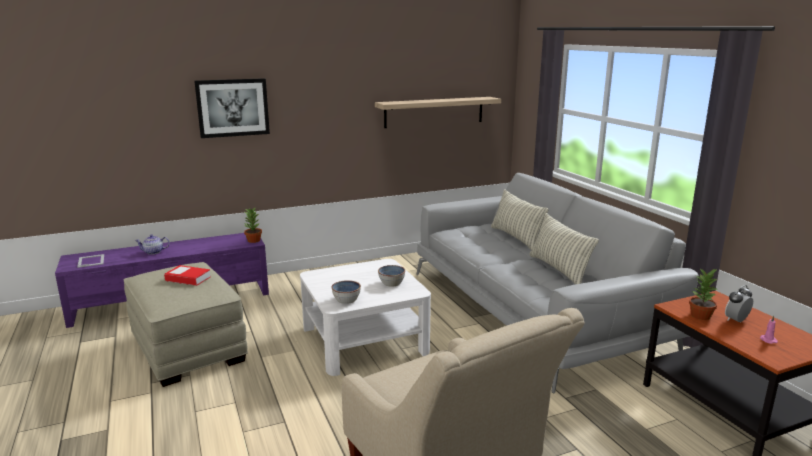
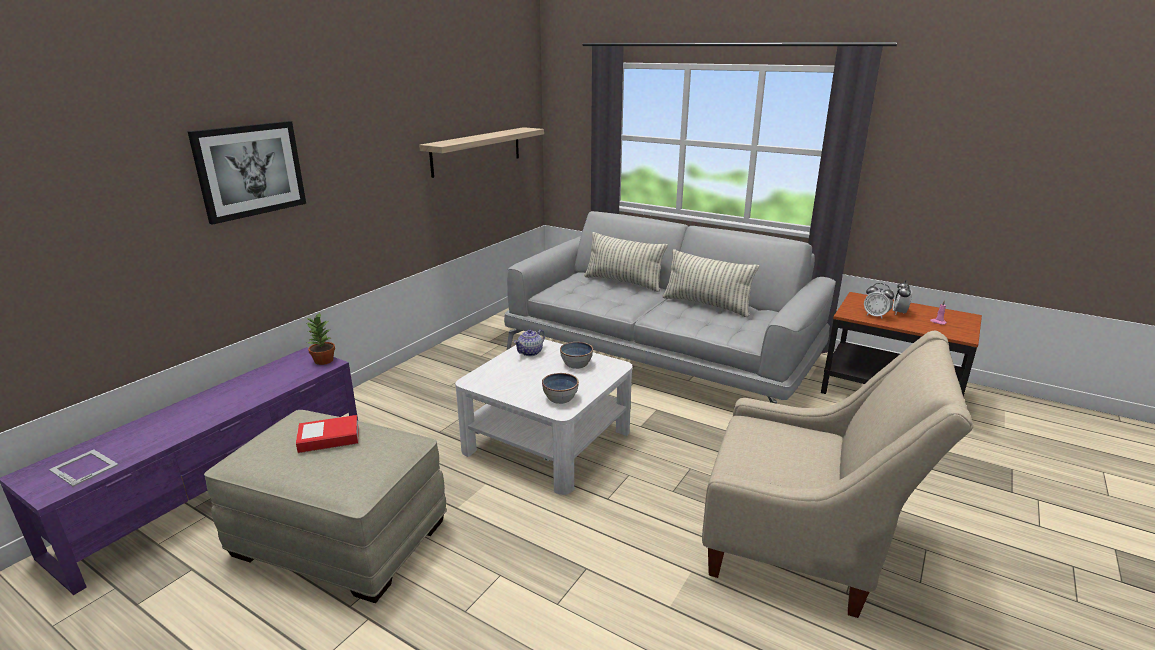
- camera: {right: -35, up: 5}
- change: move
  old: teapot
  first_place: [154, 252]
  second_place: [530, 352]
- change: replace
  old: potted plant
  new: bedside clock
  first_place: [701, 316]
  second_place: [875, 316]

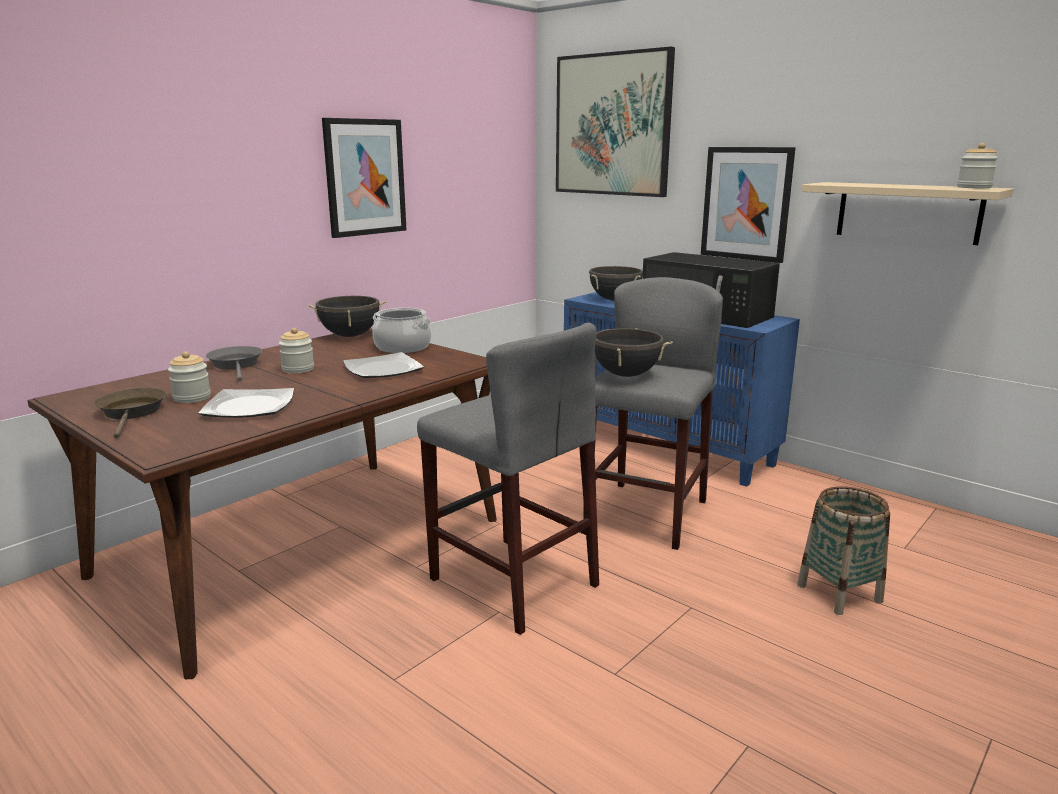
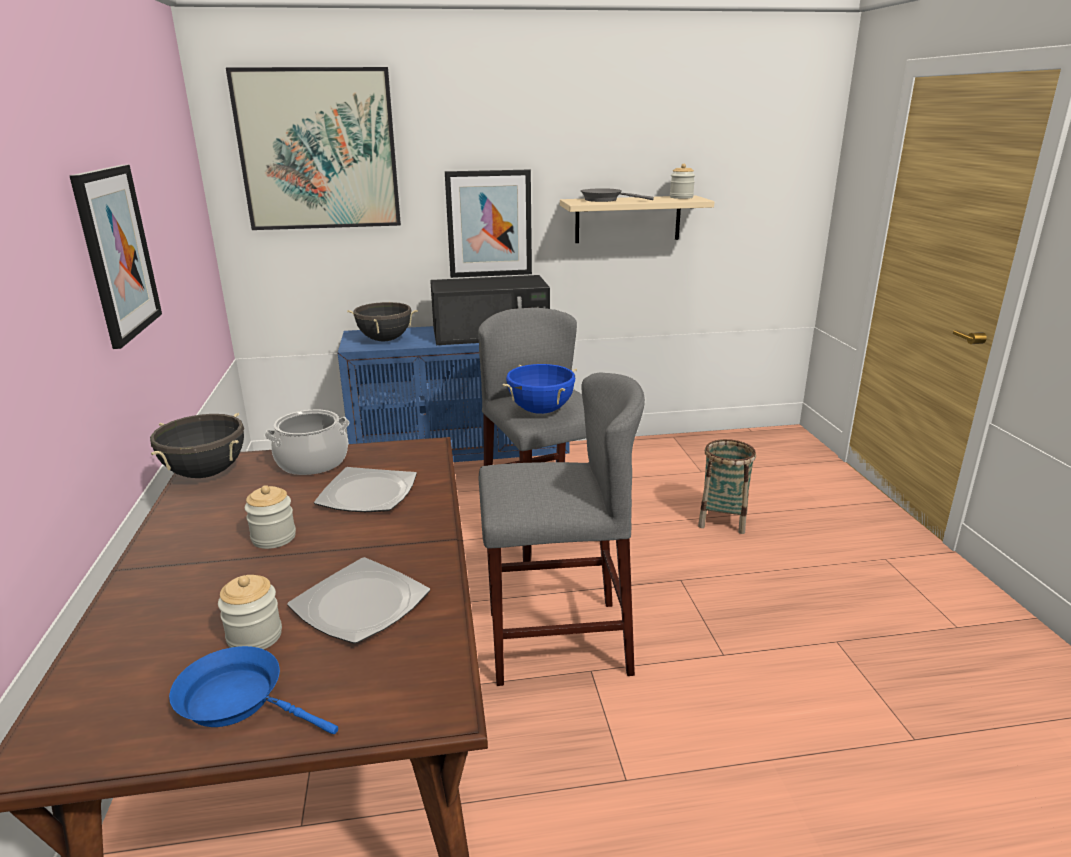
- camera: {right: -50, up: 5}
- change: move
  old: gray skillet
  first_place: [236, 365]
  second_place: [605, 200]
- change: recolor
  old: brown-coloured skillet
  new: bluish skillet
  first_place: [132, 413]
  second_place: [238, 700]
- change: recolor
  old: blackish saucepot
  new: bluish saucepot
  first_place: [626, 375]
  second_place: [541, 411]

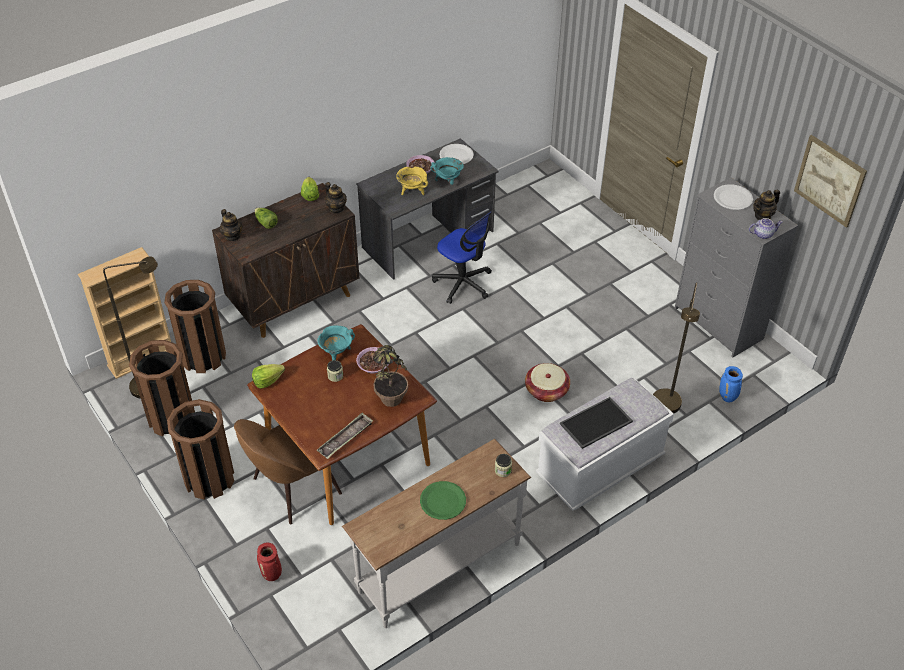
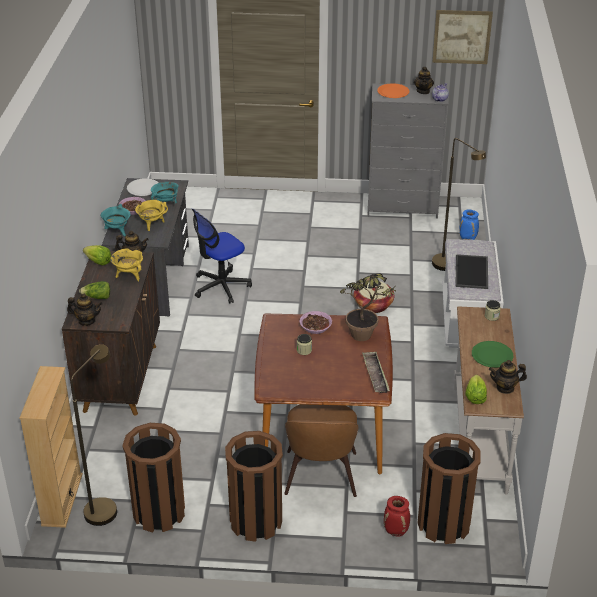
- camera: {right: -50, up: -10}
- change: insert
  new: yellowish saucepot
  second_place: [129, 276]
- change: insert
  new: teapot
  second_place: [505, 388]
- change: move
  old: brown-coloured rubbish bin
  first_place: [203, 356]
  second_place: [444, 524]
- change: move
  old: lettuce head
  first_place: [267, 381]
  second_place: [475, 397]
- change: move
  old: blue-green saucepot
  first_place: [336, 354]
  second_place: [117, 231]
- change: recolor
  old: whitish plate
  new: orange-coloured plate
  first_place: [733, 198]
  second_place: [393, 92]
- change: rotate
  old: office chair
  first_place: [463, 283]
  second_place: [221, 286]
  degrees: 150

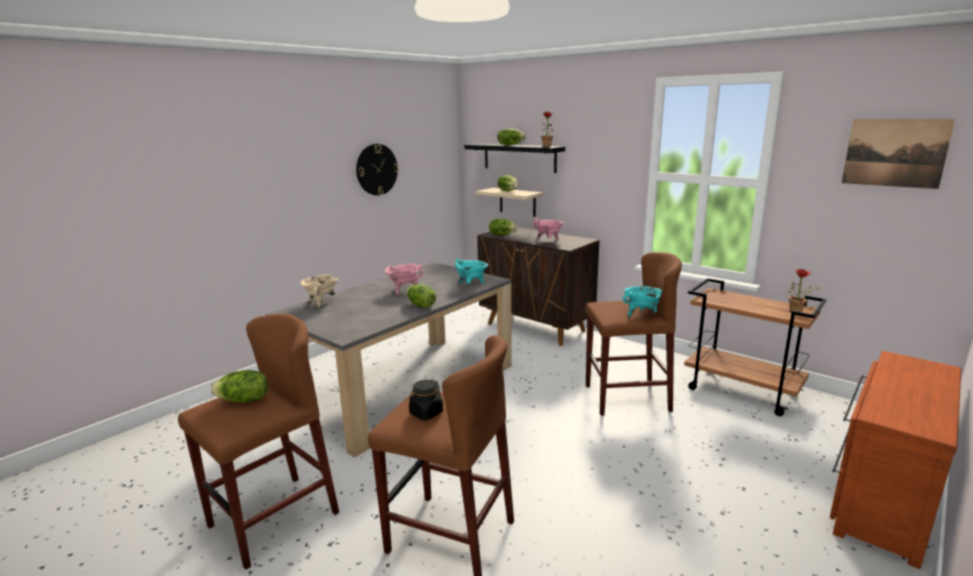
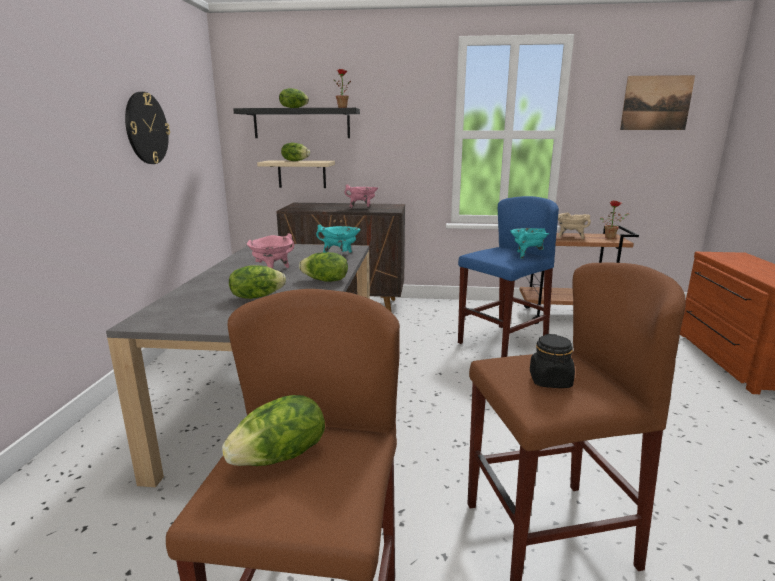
- camera: {right: -35, up: 0}
- change: move
  old: sand-coloured saucepot
  first_place: [321, 303]
  second_place: [570, 237]
- change: move
  old: lettuce head
  first_place: [501, 234]
  second_place: [256, 296]
- change: recolor
  old: brown-coloured stool seat
  new: bluish stool seat
  first_place: [626, 398]
  second_place: [502, 343]

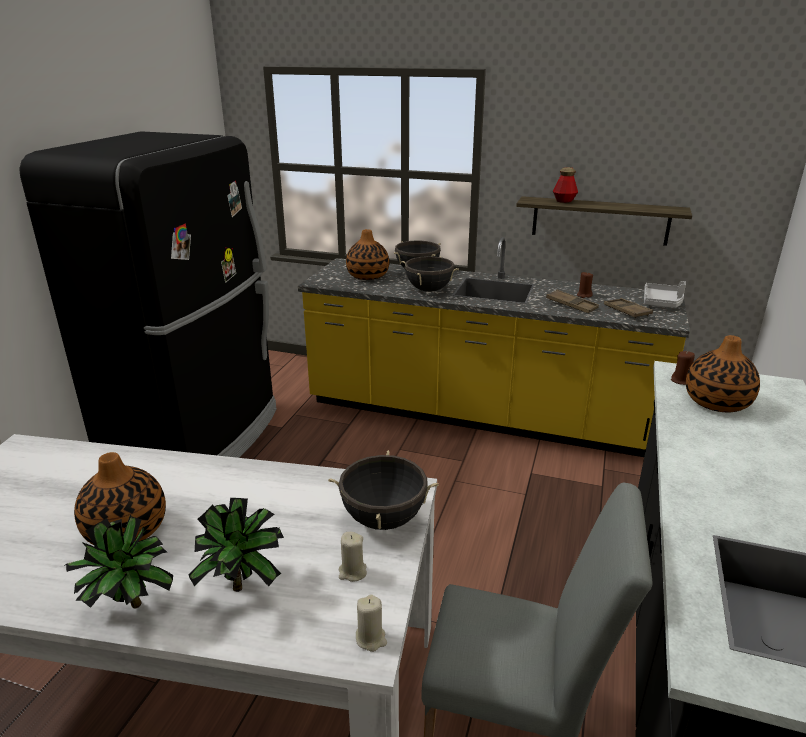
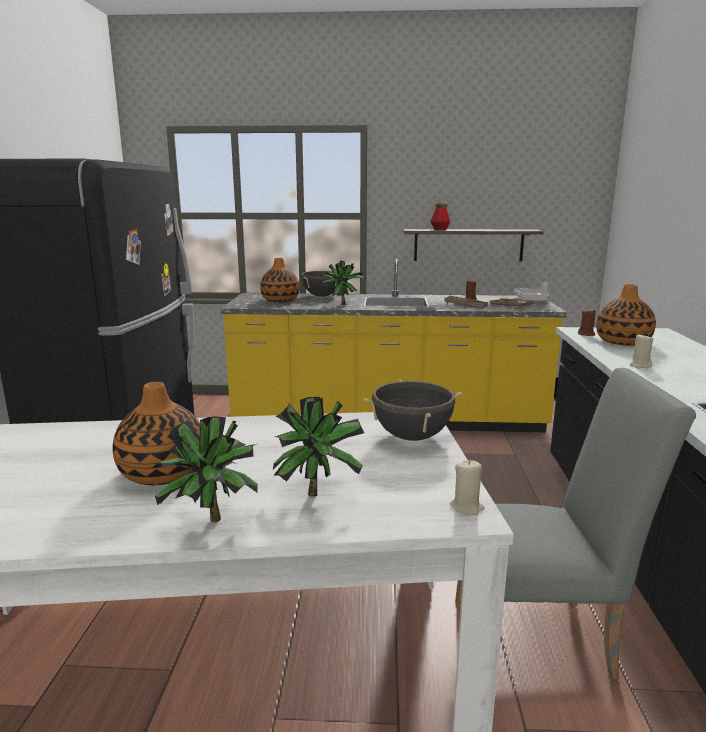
- camera: {right: -15, up: -10}
- change: move
  old: sand-coloured wax candle
  first_place: [352, 572]
  second_place: [640, 366]
- change: replace
  old: blackish saucepot
  new: potted plant
  first_place: [428, 290]
  second_place: [341, 304]

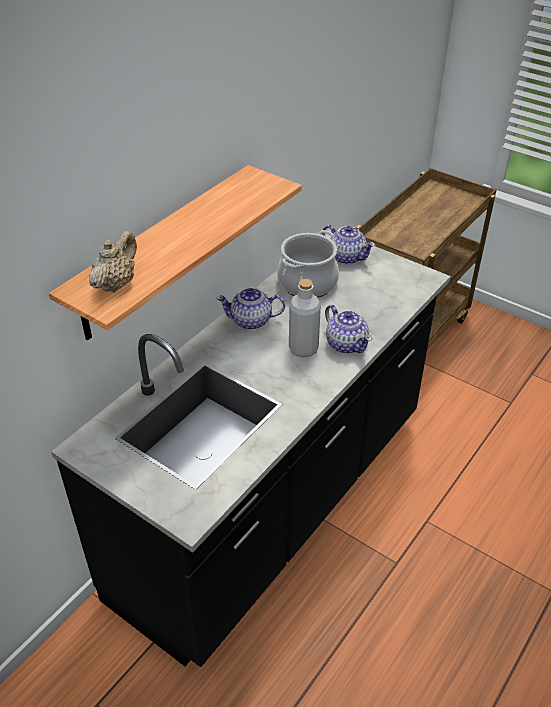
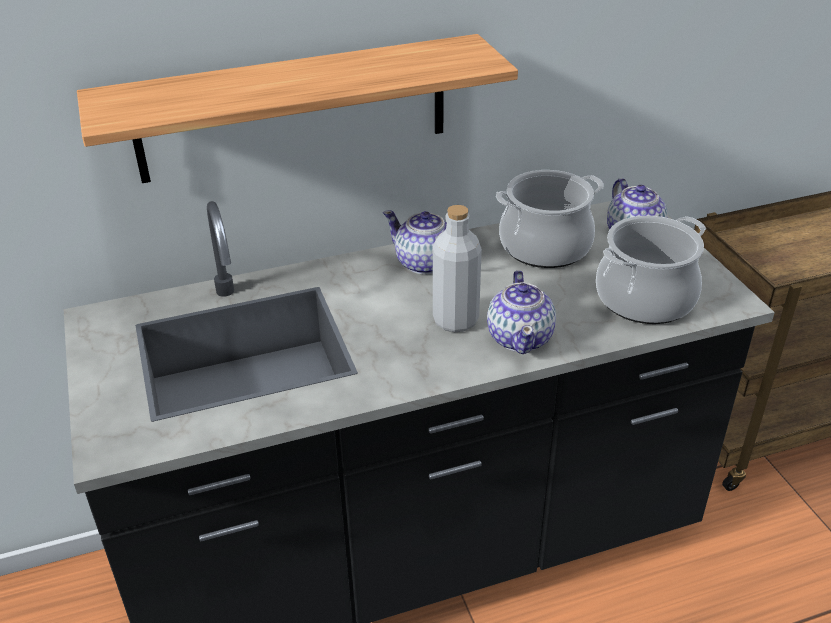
- camera: {right: 35, up: -5}
- change: delete
  old: sand-coloured teapot
  first_place: [116, 284]
- change: insert
  new: saucepot
  second_place: [645, 299]

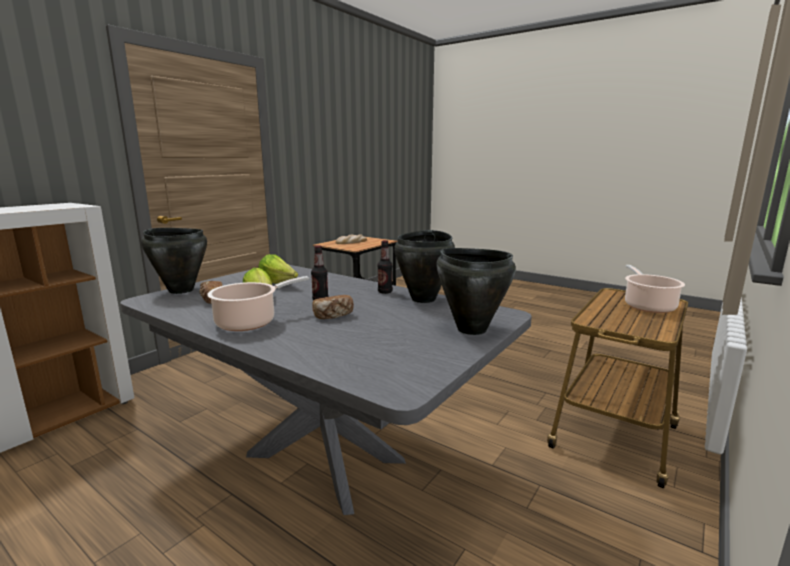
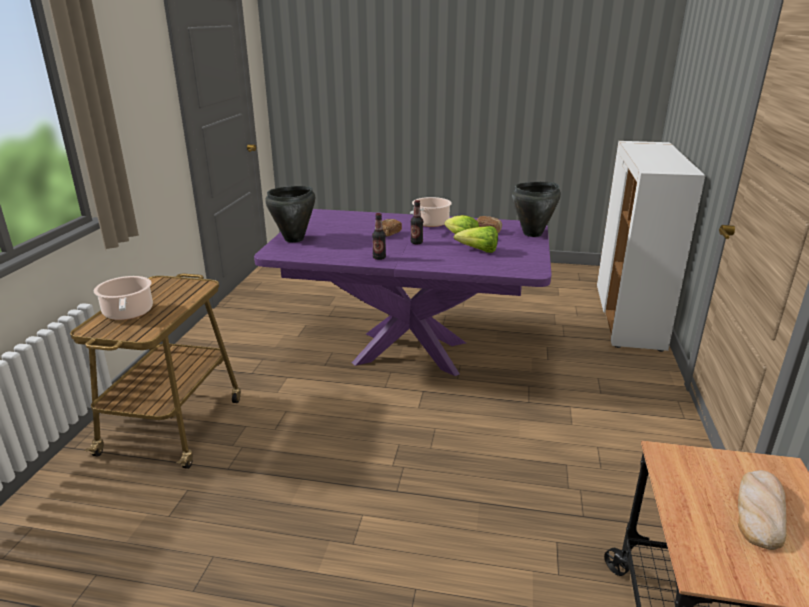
- camera: {right: 155, up: 10}
- change: delete
  old: blackish saucepot
  first_place: [424, 299]
- change: recolor
  old: gray dinner table
  new: purple dinner table
  first_place: [325, 458]
  second_place: [409, 352]

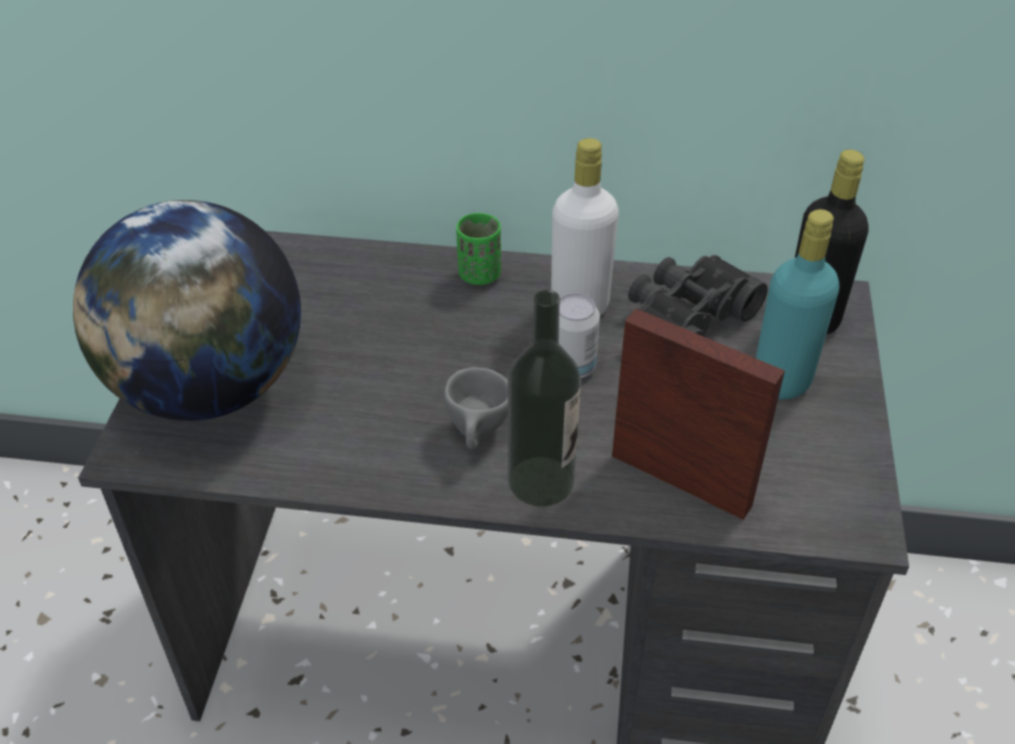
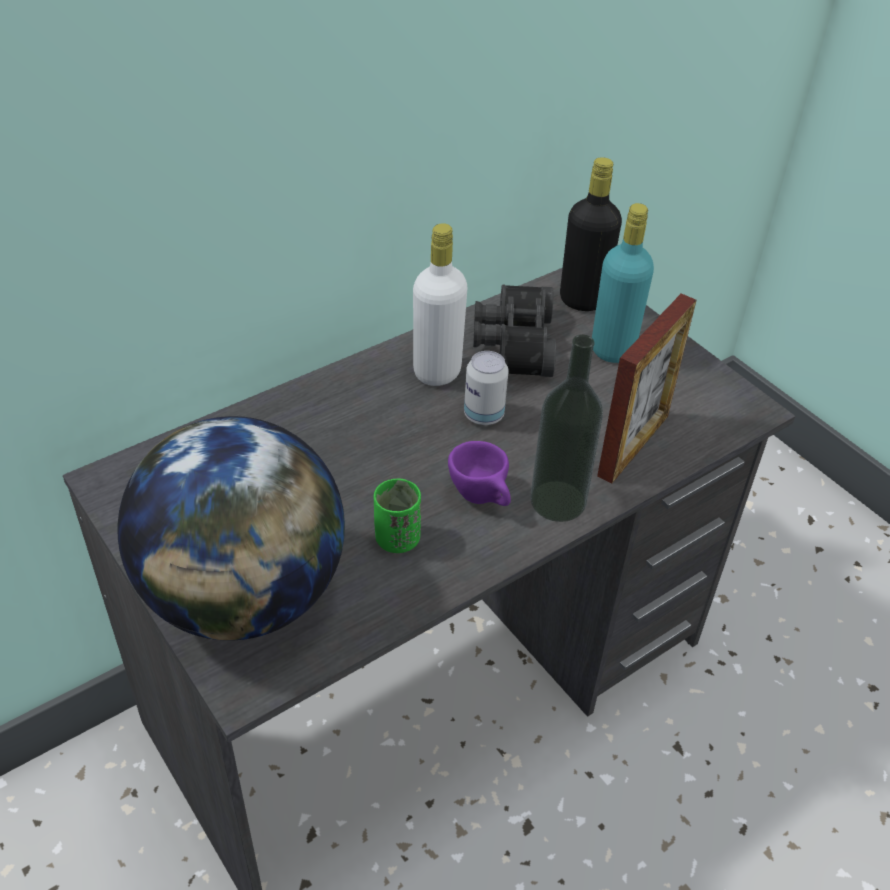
- camera: {right: -45, up: 0}
- change: move
  old: green drinking cup
  first_place: [479, 275]
  second_place: [397, 539]
- change: recolor
  old: gray drinking cup
  new: purple drinking cup
  first_place: [478, 435]
  second_place: [483, 498]
- change: rotate
  old: picture frame
  first_place: [680, 480]
  second_place: [633, 445]
  degrees: 135

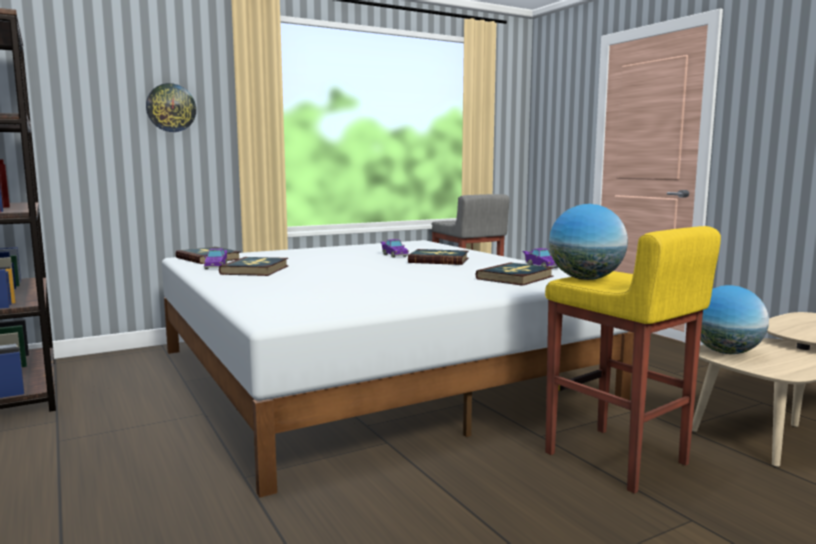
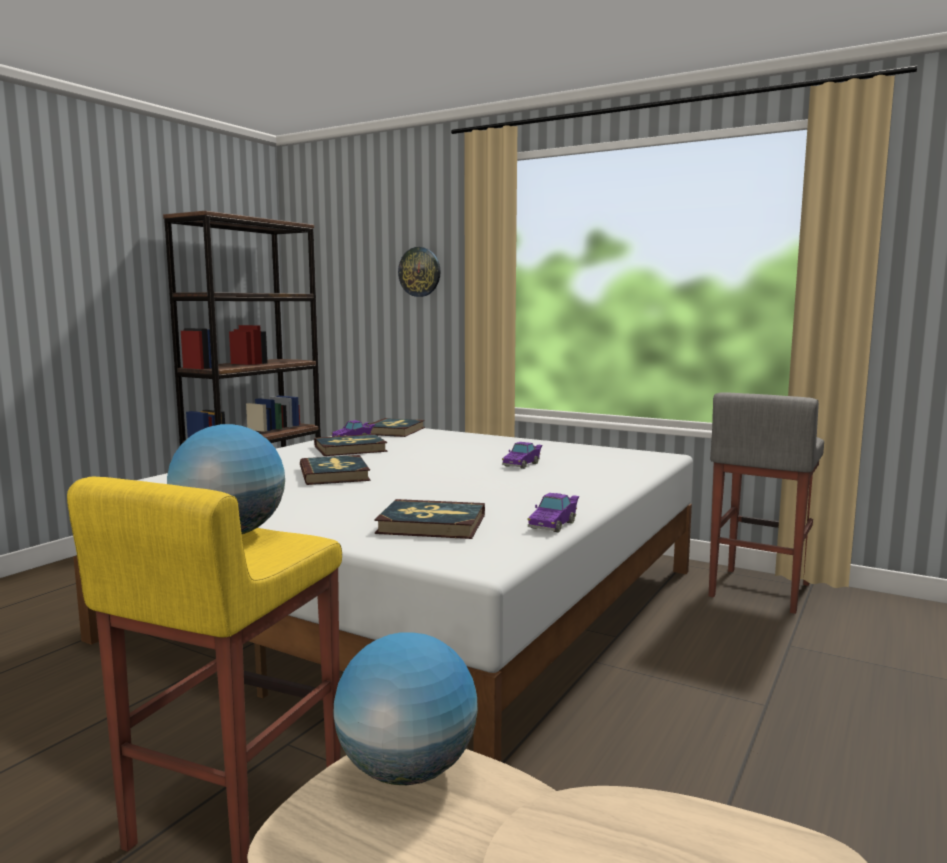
- camera: {right: 60, up: 0}
- change: move
  old: bound book
  first_place: [439, 260]
  second_place: [334, 474]

